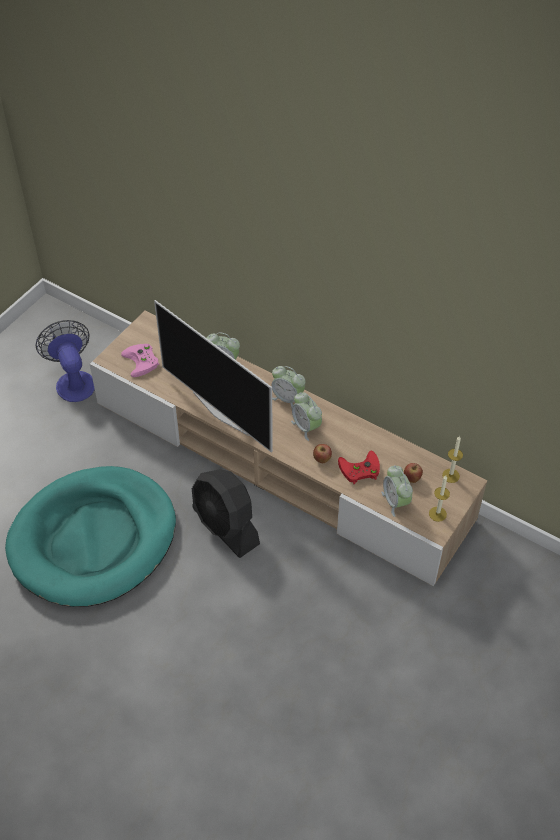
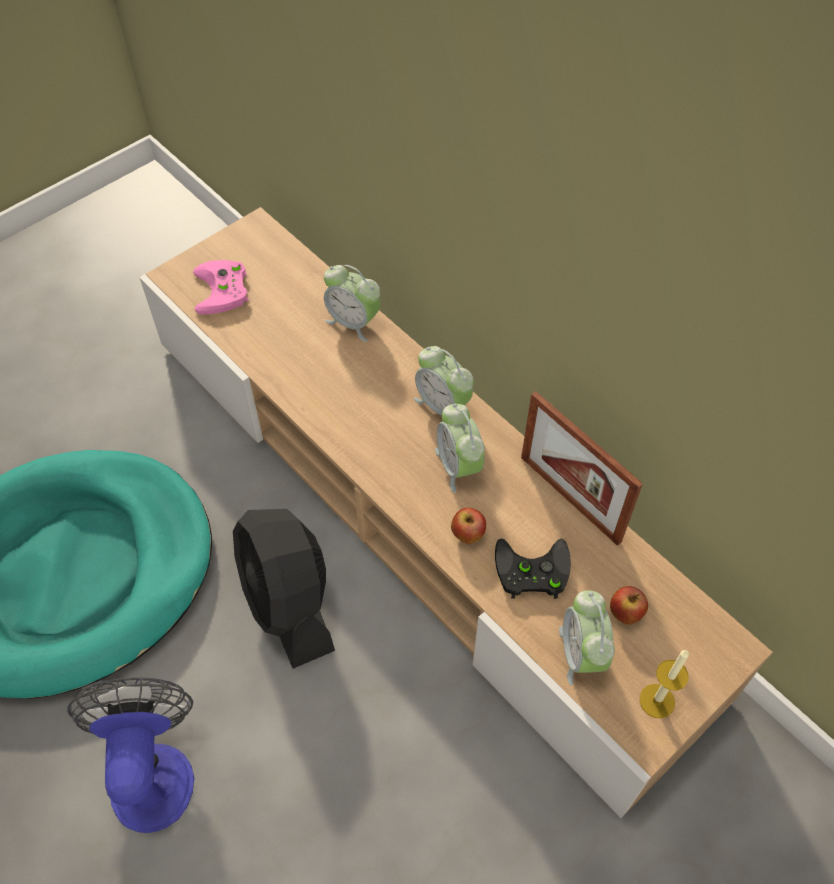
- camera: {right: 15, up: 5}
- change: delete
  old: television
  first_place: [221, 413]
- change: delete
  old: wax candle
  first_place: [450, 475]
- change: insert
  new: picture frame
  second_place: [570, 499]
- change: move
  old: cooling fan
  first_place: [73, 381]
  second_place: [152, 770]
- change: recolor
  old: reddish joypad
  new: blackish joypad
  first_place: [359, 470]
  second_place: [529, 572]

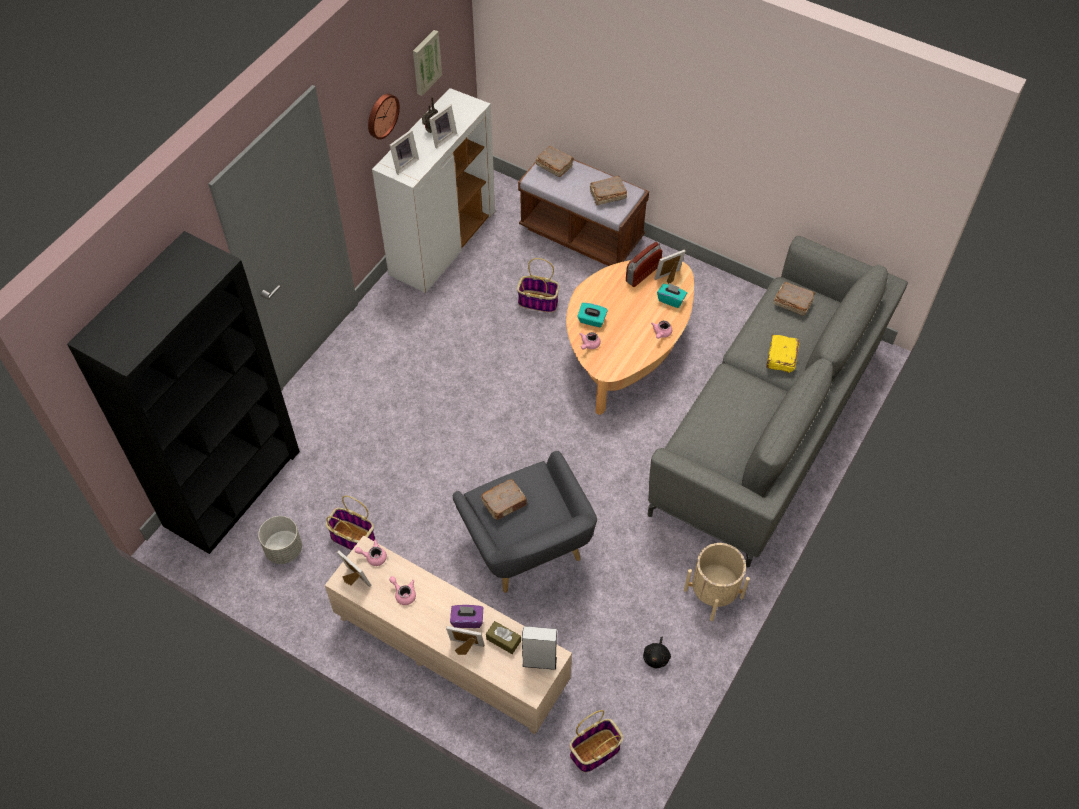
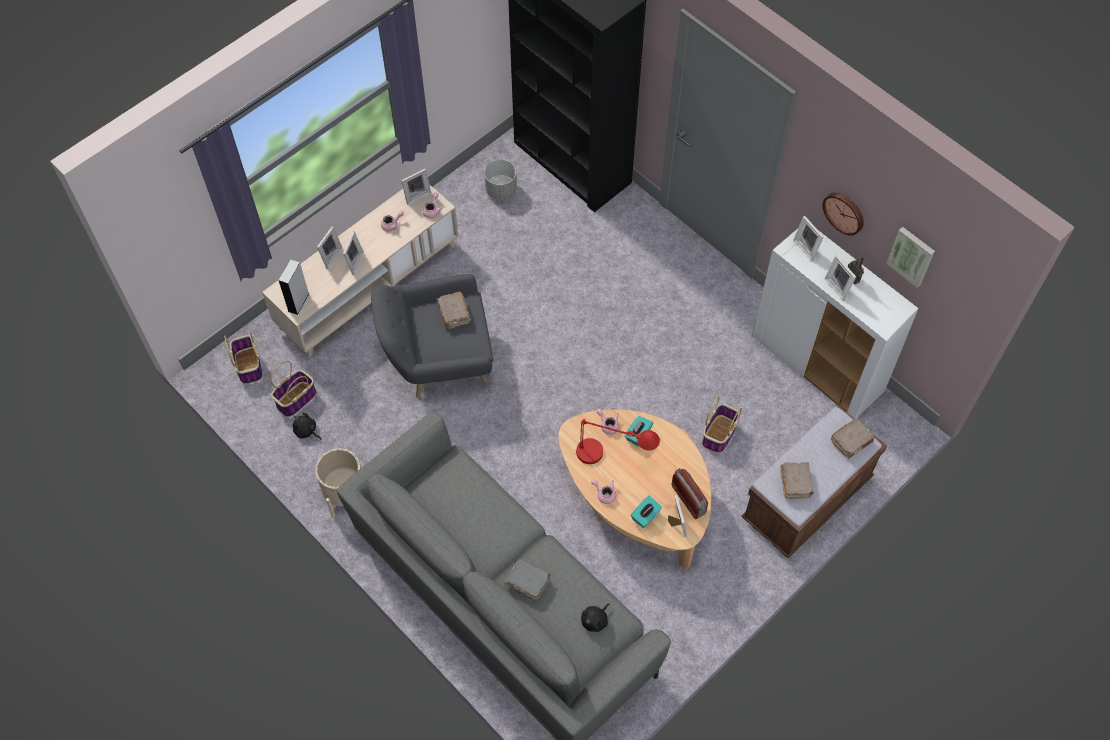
- camera: {right: 105, up: 5}
- change: delete
  old: brown-coloured tissue box
  first_place: [503, 640]
- change: insert
  new: reddish tabletop lamp
  second_place: [613, 458]
- change: move
  old: storage basket
  first_place: [352, 537]
  second_place: [296, 399]
- change: replace
  old: purple tissue box
  new: picture frame
  first_place: [467, 620]
  second_place: [352, 262]
- change: replace
  old: brown-coloured bound book
  new: blackish soft toy
  first_place: [792, 303]
  second_place: [595, 620]
- change: recolor
  old: yellowish bound book
  new: gray bound book
  first_place: [781, 358]
  second_place: [527, 582]

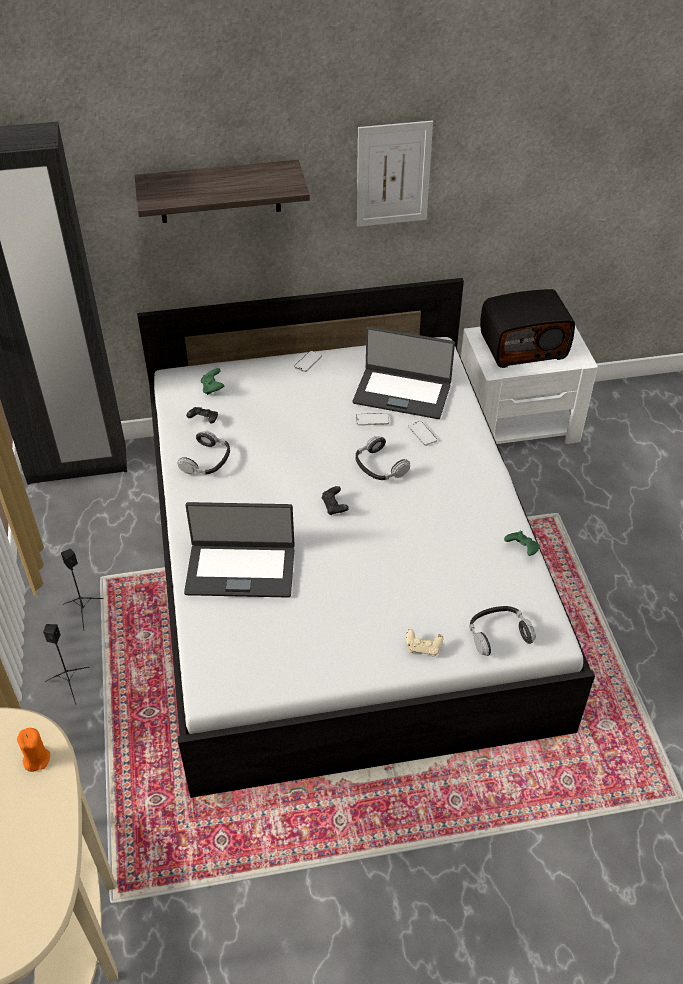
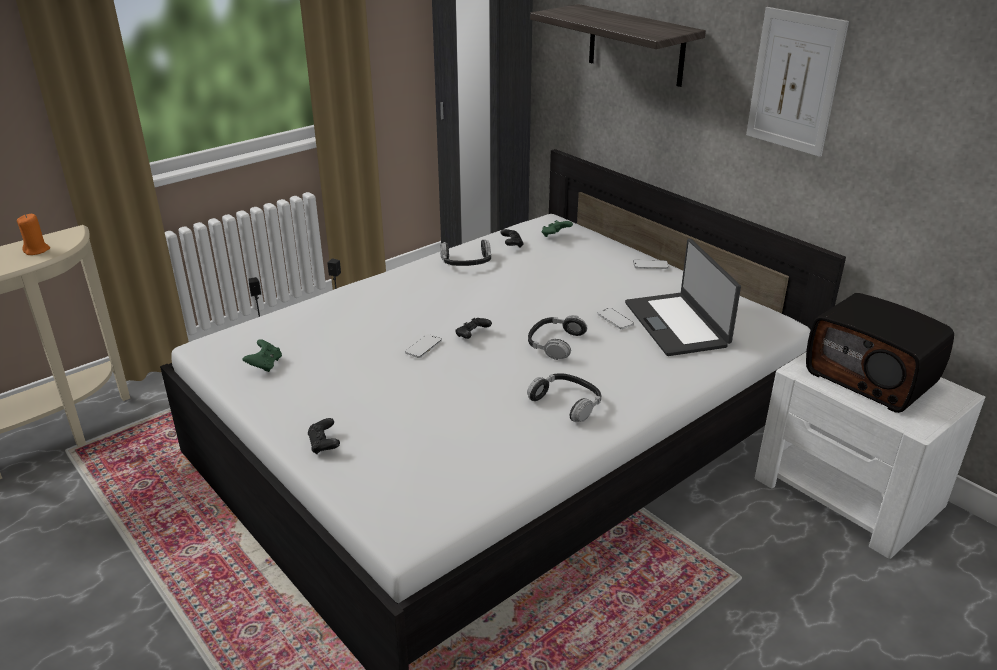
- camera: {right: 60, up: -15}
- change: delete
  old: laptop
  first_place: [240, 569]
- change: move
  old: telephone
  first_place: [422, 434]
  second_place: [423, 347]
- change: move
  old: headset
  first_place: [498, 634]
  second_place: [566, 403]
- change: move
  old: green joypad
  first_place: [522, 549]
  second_place: [265, 365]
- change: recolor
  old: sand-coloured joypad
  new: blackish joypad
  first_place: [423, 648]
  second_place: [324, 444]

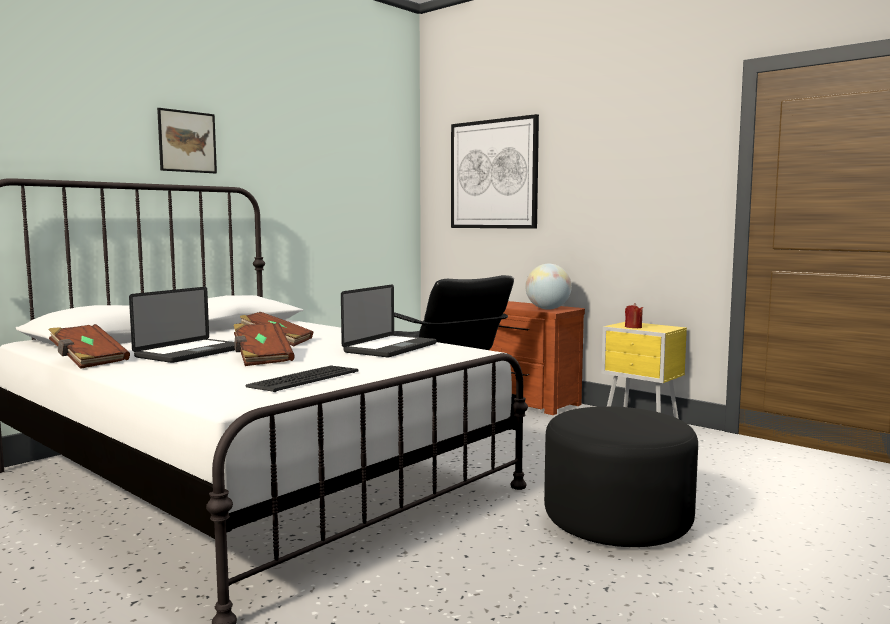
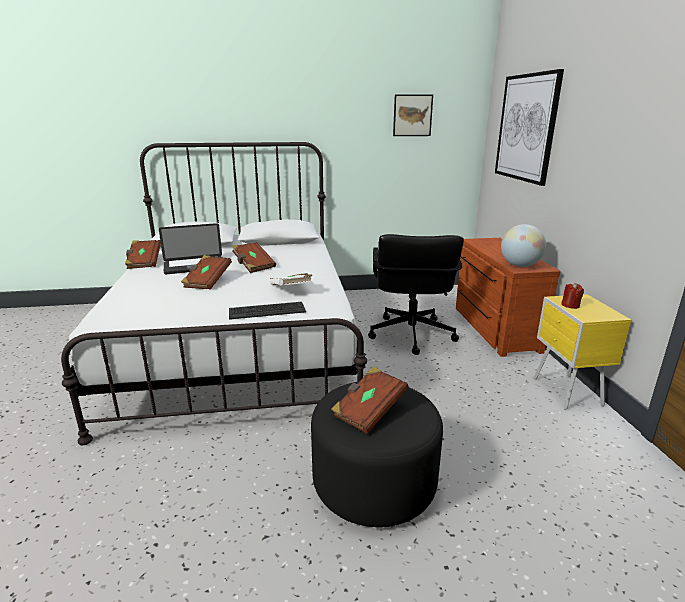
- camera: {right: 40, up: 15}
- change: insert
  new: brown-coloured bound book
  second_place: [368, 411]
- change: move
  old: wall picture
  first_place: [187, 141]
  second_place: [412, 115]
- change: move
  old: computer keyboard
  first_place: [303, 379]
  second_place: [267, 311]
- change: replace
  old: laptop
  new: whitish bound book
  first_place: [390, 348]
  second_place: [291, 290]

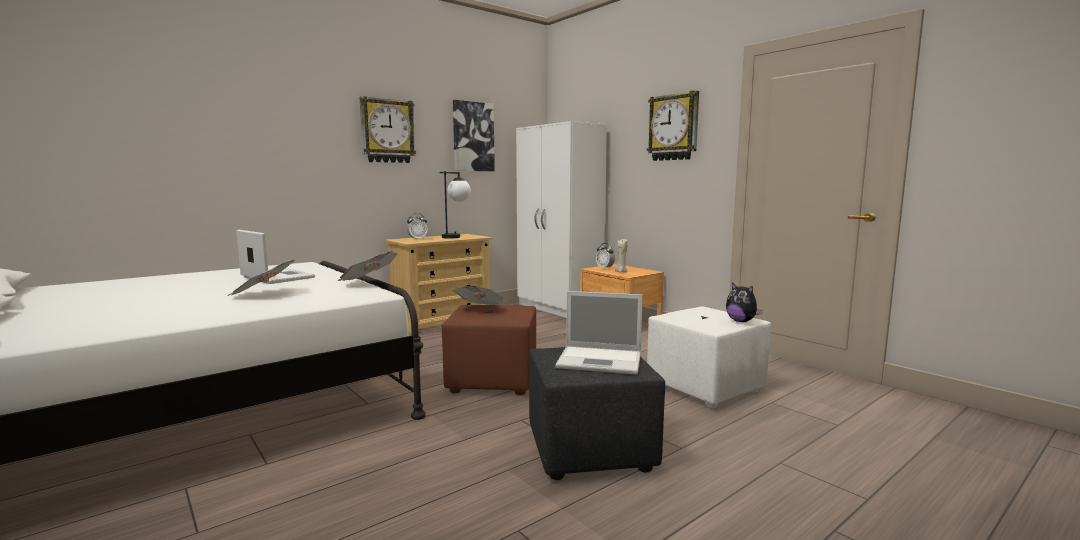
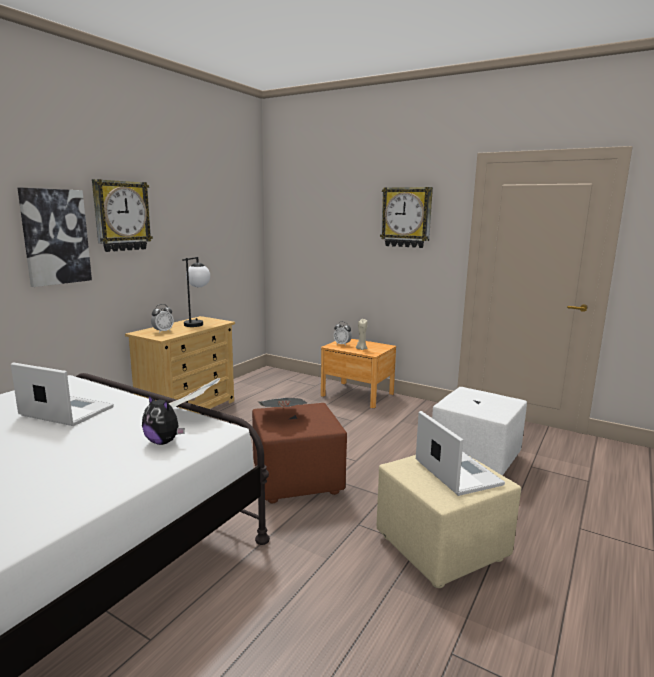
- camera: {right: -20, up: 5}
- change: delete
  old: daily paper
  first_place: [263, 294]
- change: delete
  old: whitish wardrobe
  first_place: [559, 308]
- change: move
  old: wall picture
  first_place: [473, 137]
  second_place: [55, 237]
- change: move
  old: soft toy
  first_place: [741, 321]
  second_place: [163, 442]
- change: recolor
  old: blackish ottoman
  new: sand-coloured ottoman
  first_place: [591, 451]
  second_place: [443, 548]
- change: rotate
  old: laptop
  first_place: [601, 360]
  second_place: [456, 472]
  degrees: -105

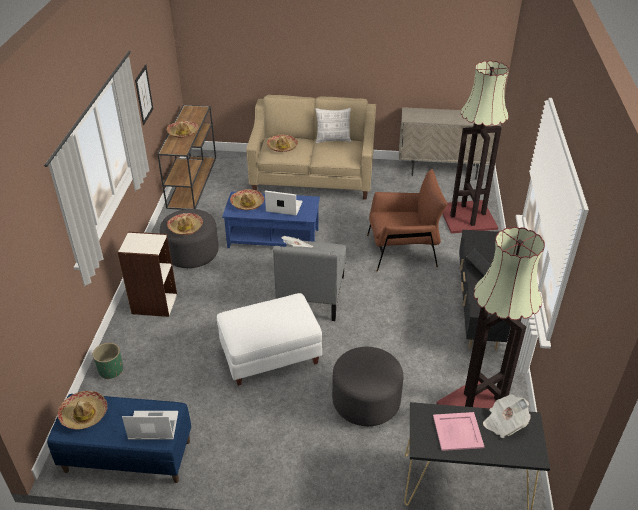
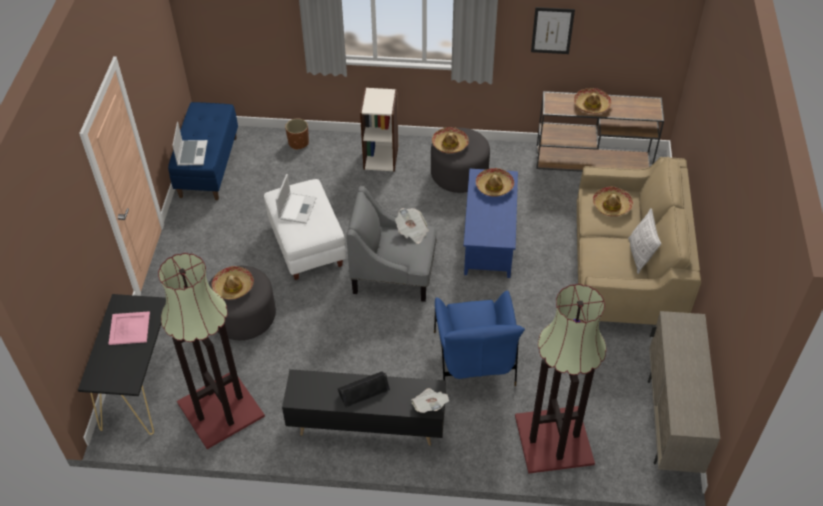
- camera: {right: 90, up: 10}
- change: move
  old: clothing hat
  first_place: [84, 414]
  second_place: [233, 287]
- change: move
  old: laptop
  first_place: [283, 207]
  second_place: [297, 208]
- change: move
  old: daily paper
  first_place: [504, 423]
  second_place: [429, 405]
- change: recolor
  old: green planter
  new: brown-coloured planter
  first_place: [111, 370]
  second_place: [298, 143]
- change: recolor
  old: brown-coloured easy chair
  new: bluish easy chair
  first_place: [402, 250]
  second_place: [474, 359]

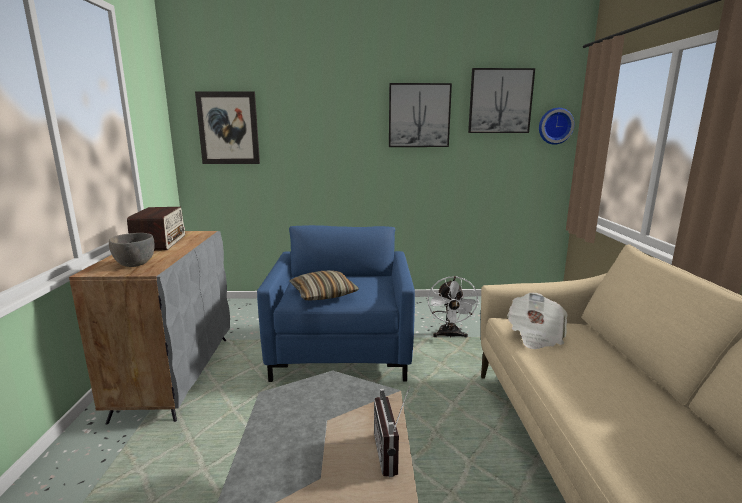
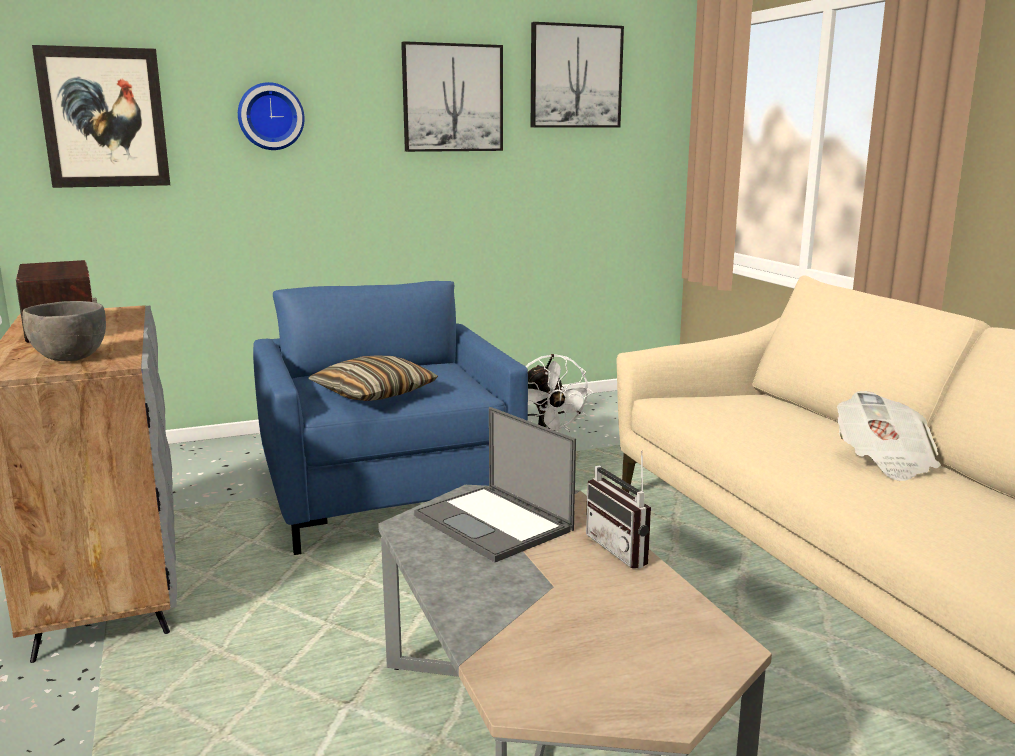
- camera: {right: -20, up: 0}
- change: insert
  new: laptop
  second_place: [495, 523]
- change: move
  old: daily paper
  first_place: [535, 335]
  second_place: [884, 461]
- change: move
  old: clock on the wall
  first_place: [555, 126]
  second_place: [270, 116]

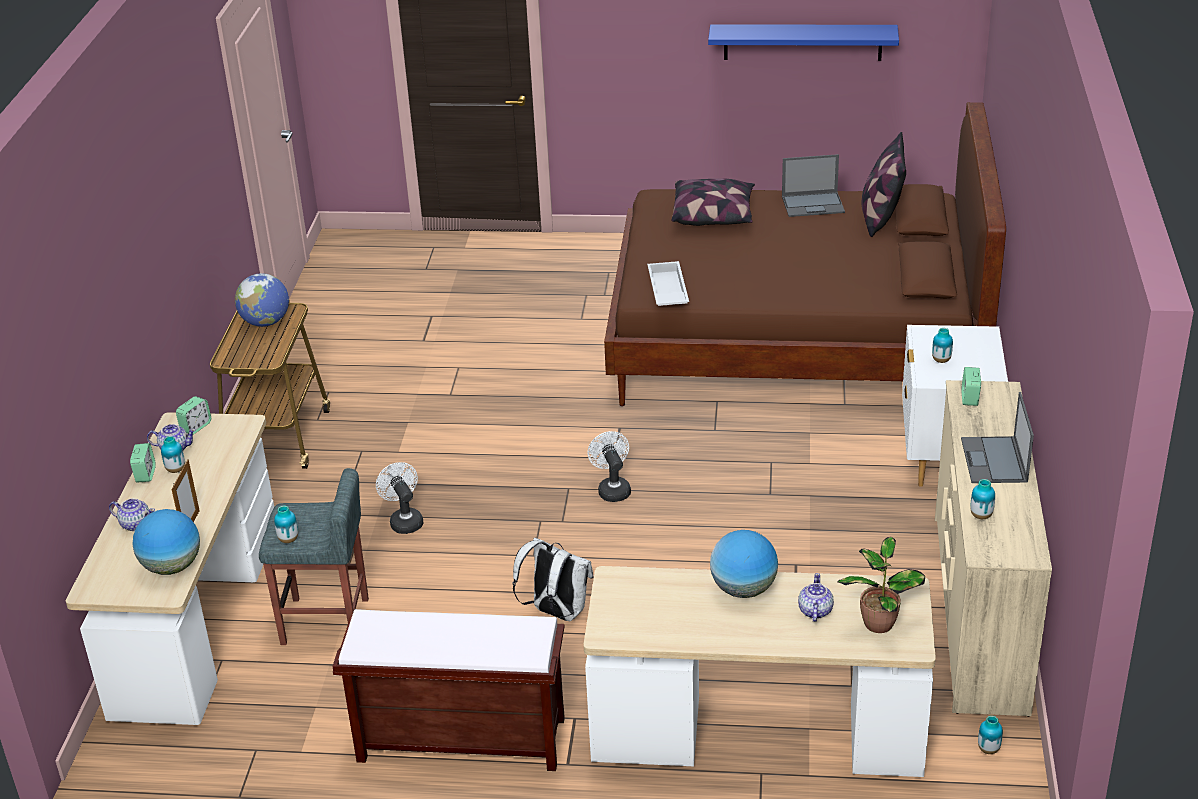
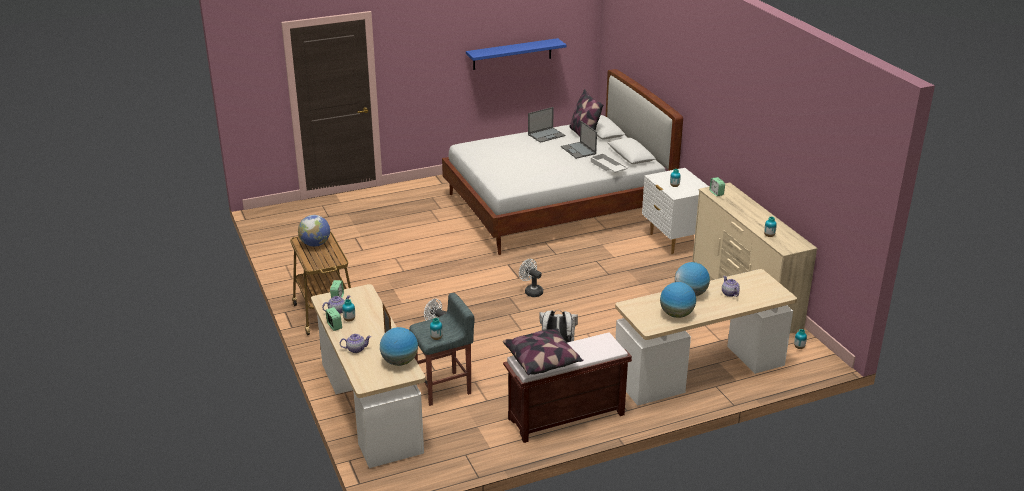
- camera: {right: -30, up: -5}
- change: delete
  old: potted plant
  first_place: [878, 622]
- change: insert
  new: globe
  second_place: [676, 314]
- change: move
  old: whitish carrying tray
  first_place: [666, 291]
  second_place: [608, 167]
- change: move
  old: throw pillow
  first_place: [713, 215]
  second_place: [542, 360]
- change: move
  old: laptop
  first_place: [994, 461]
  second_place: [578, 150]
- change: recolor
  old: brown-coloured sleeping bed
  new: whitish sleeping bed
  first_place: [796, 340]
  second_place: [557, 207]

